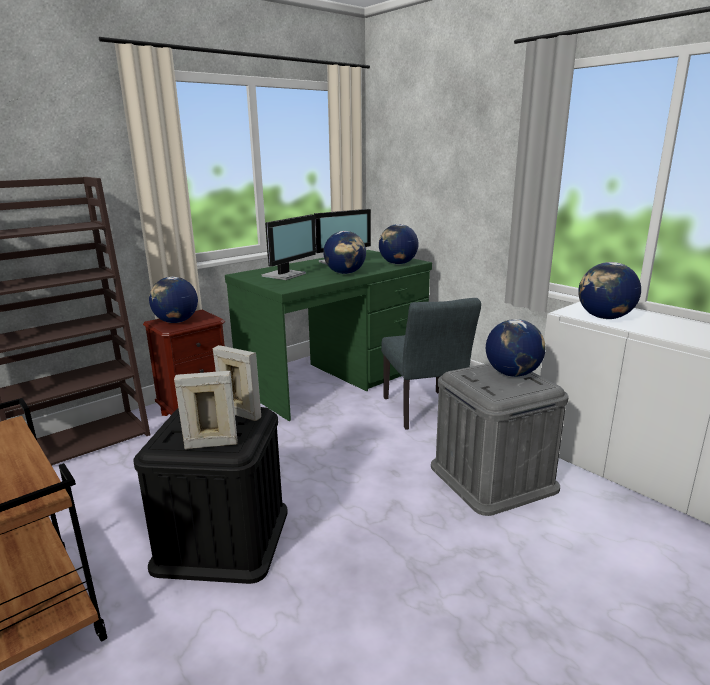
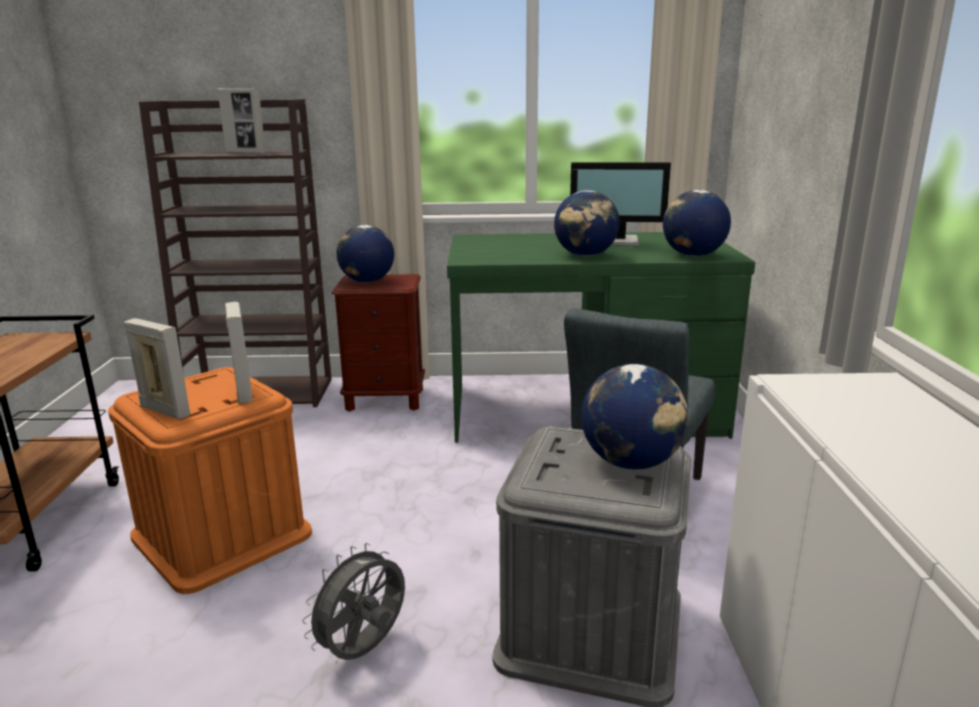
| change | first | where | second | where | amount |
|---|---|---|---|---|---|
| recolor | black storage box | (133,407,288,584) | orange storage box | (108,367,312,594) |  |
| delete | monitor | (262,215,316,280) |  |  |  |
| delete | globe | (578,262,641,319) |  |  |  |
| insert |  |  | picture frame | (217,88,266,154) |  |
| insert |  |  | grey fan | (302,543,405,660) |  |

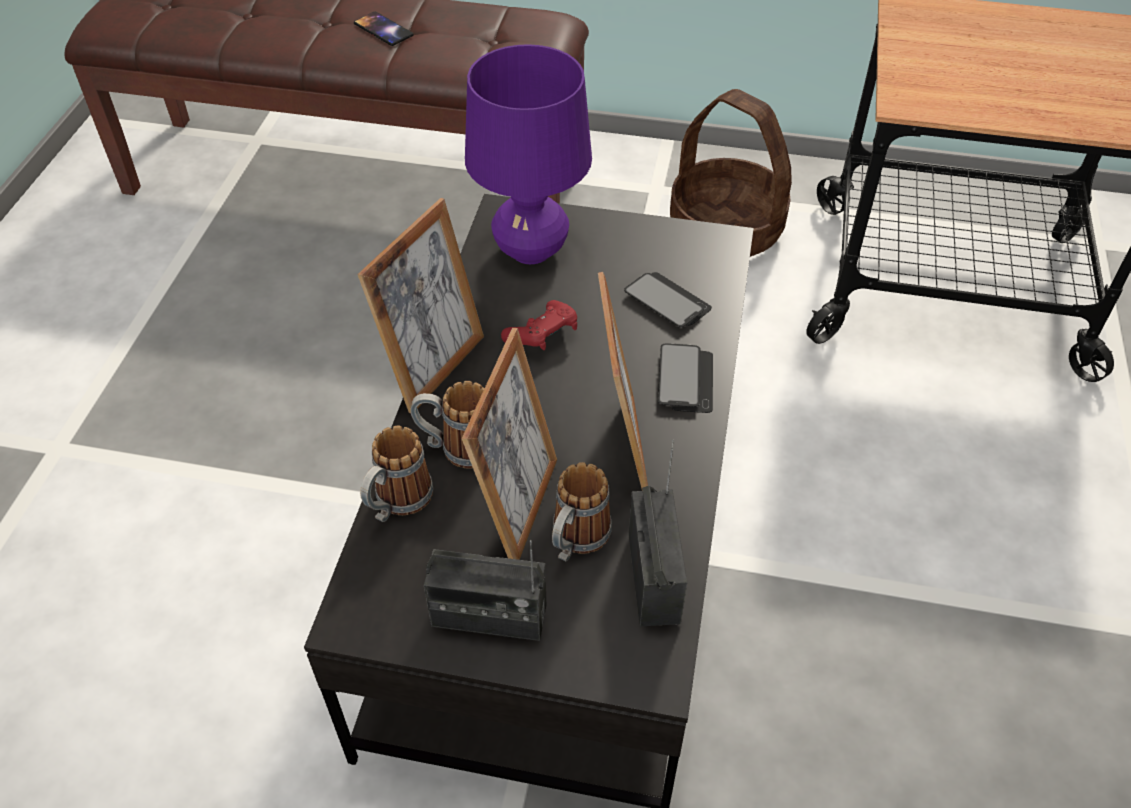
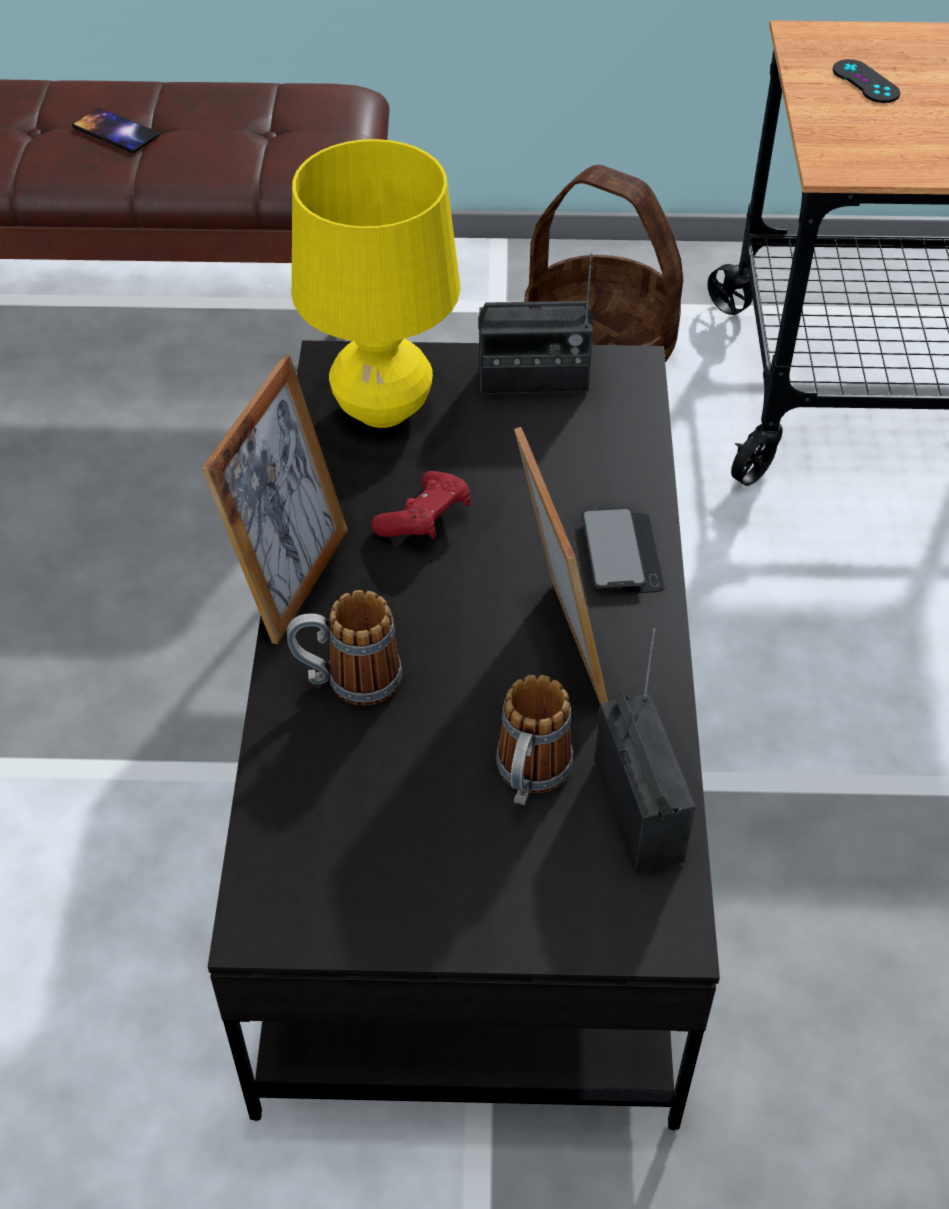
| change | first | where | second | where | amount |
|---|---|---|---|---|---|
| delete | mug | (360,426,433,522) |  |  |  |
| move | radio | (424,540,546,641) |  | (478,253,593,394) |  |
| delete | picture frame | (462,328,557,560) |  |  |  |
| recolor | purple table lamp | (465,44,592,264) | yellow table lamp | (292,139,460,428) |  |
| delete | phone | (624,272,712,327) |  |  |  |
| insert |  |  | black game controller | (833,59,900,103) |  |

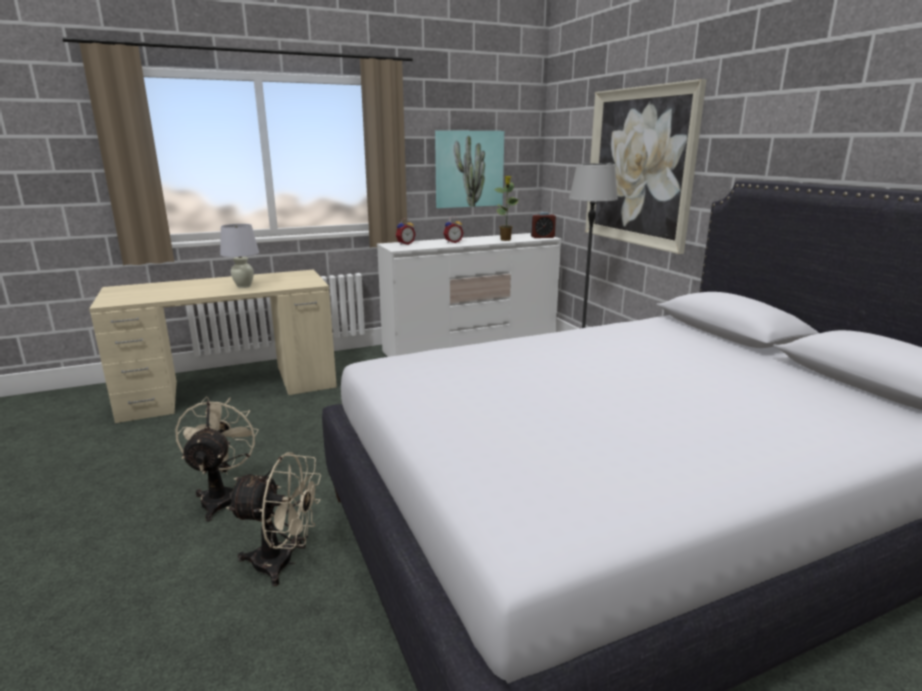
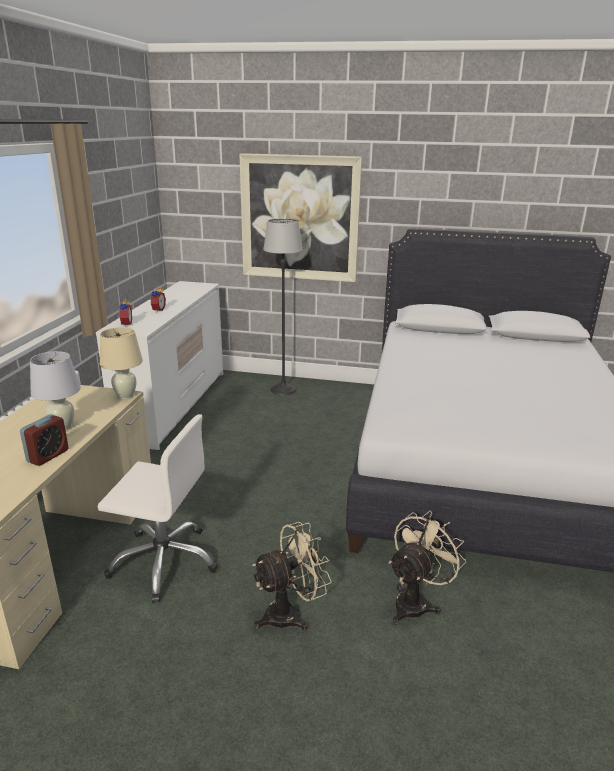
| change | first | where | second | where | amount |
|---|---|---|---|---|---|
| rotate | beige fan | (175,397,259,522) |  | (252,522,332,631) | 120 degrees clockwise |
| delete | picture | (435,130,504,208) |  |  |  |
| delete | potted plant | (494,176,519,241) |  |  |  |
| move | alarm clock | (531,212,556,238) |  | (20,414,69,466) |  |
| insert |  |  | white office chair | (97,414,218,603) |  |
| insert |  |  | beige table lamp | (100,327,143,399) |  |

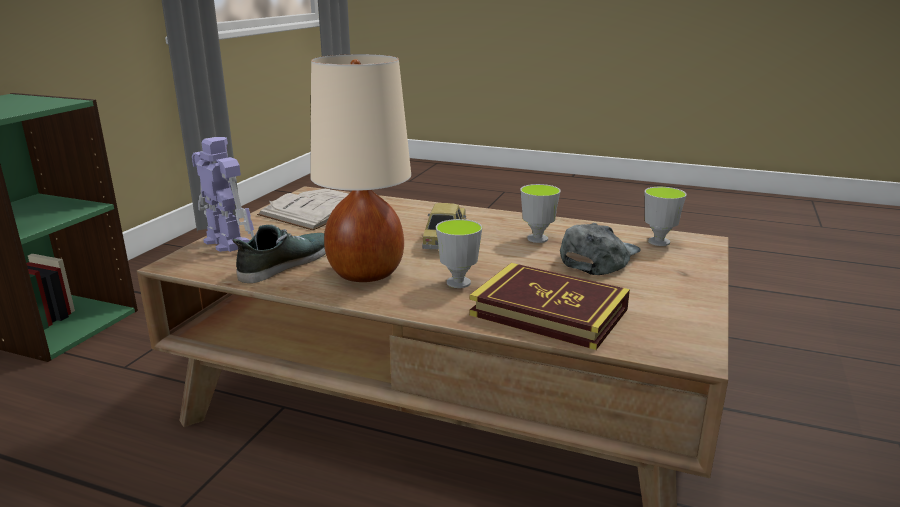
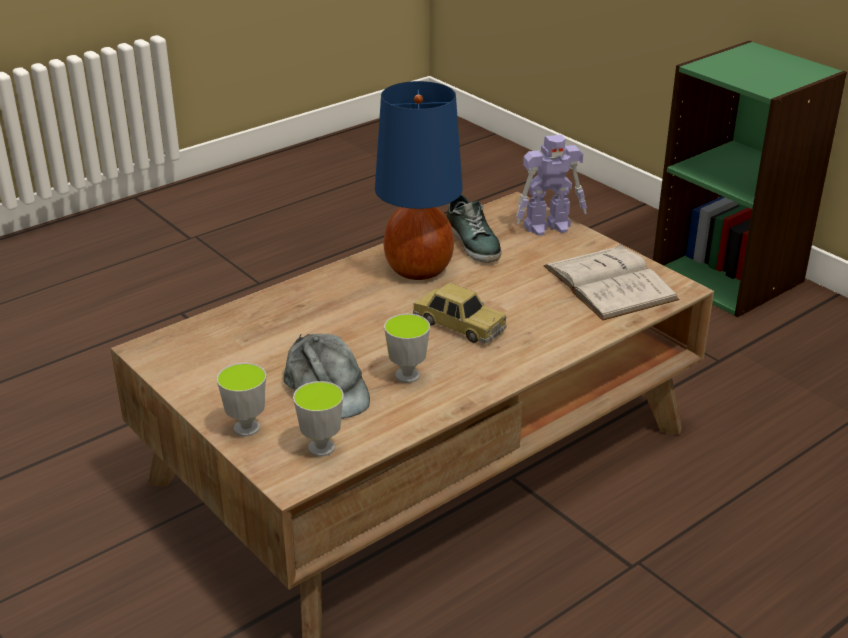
| change | first | where | second | where | amount |
|---|---|---|---|---|---|
| recolor | beige table lamp | (310,54,411,282) | blue table lamp | (375,81,463,280) |  |
| move | cup | (436,219,482,288) |  | (217,363,266,437) |  |
| delete | book | (469,263,630,350) |  |  |  |

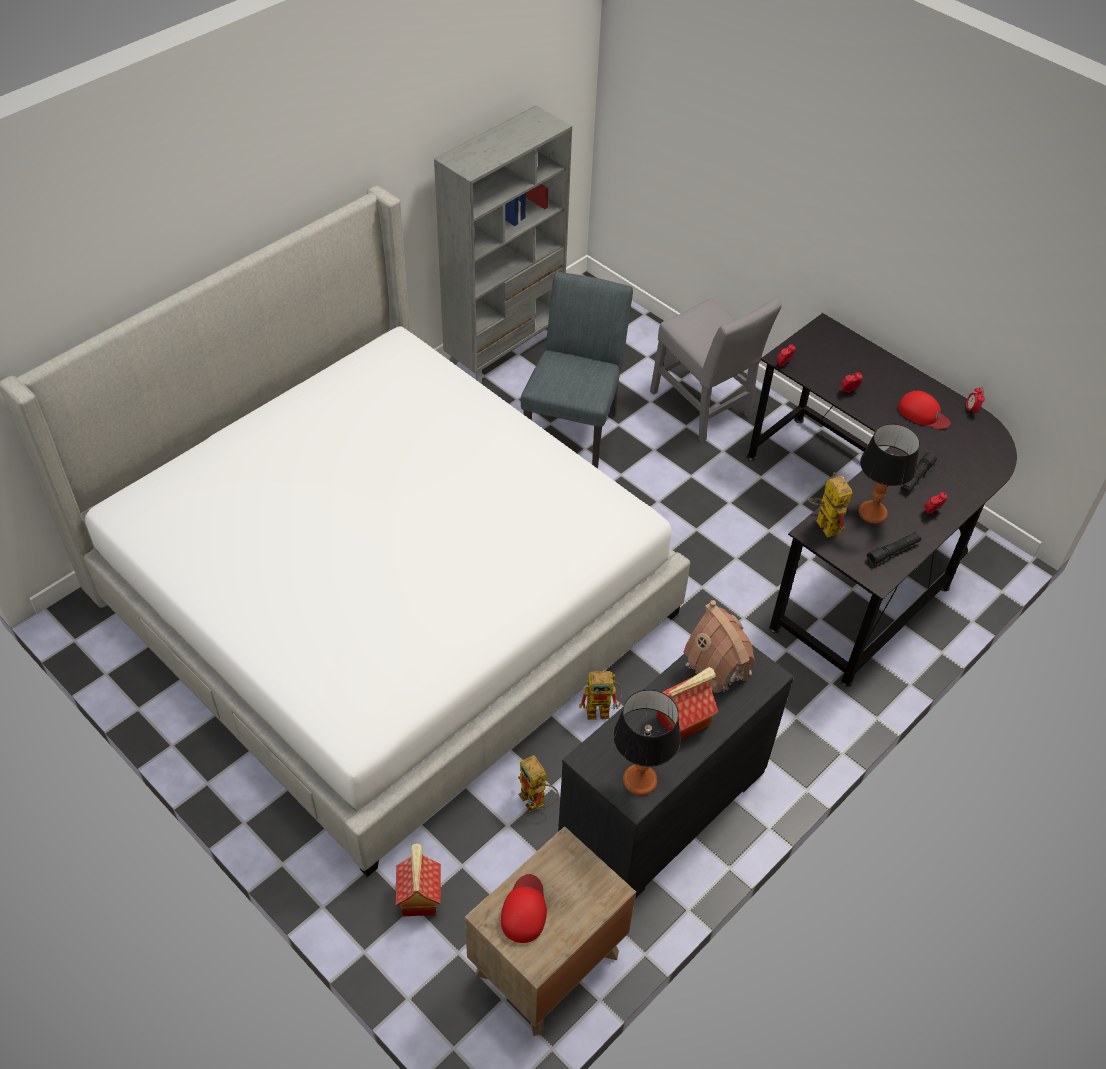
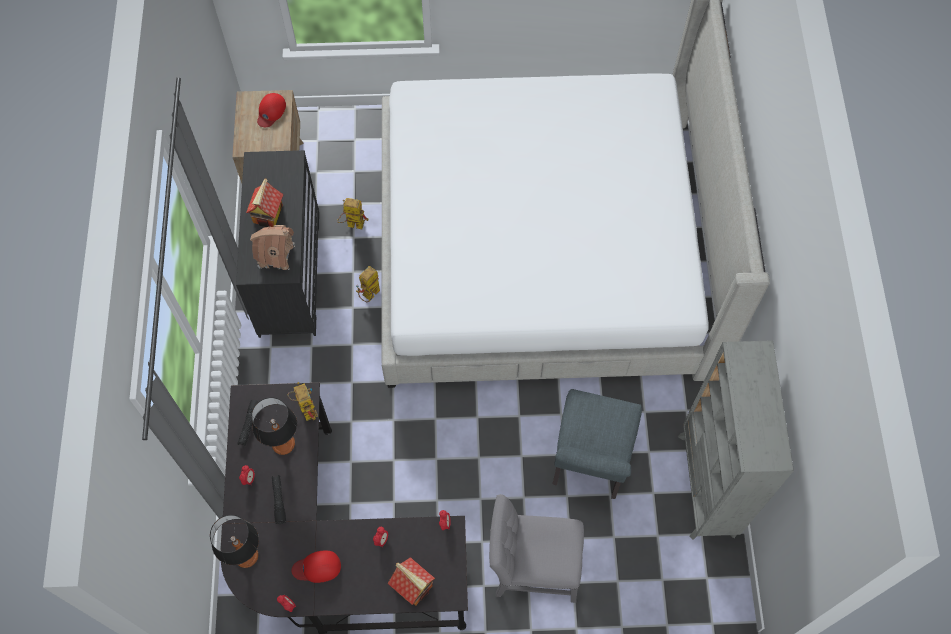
| change | first | where | second | where | amount |
|---|---|---|---|---|---|
| move | toy house | (395,843,441,916) |  | (388,557,435,606) |  |
| rotate | red cap | (501,874,547,943) |  | (257,93,286,127) | 60 degrees clockwise |
| rotate | grey chair | (521,272,633,469) |  | (553,389,642,499) | 45 degrees clockwise |
| move | table lamp | (613,689,681,796) |  | (210,515,259,568) |  |
| rotate | toy robot | (808,472,852,538) |  | (288,382,318,421) | 135 degrees counterclockwise |

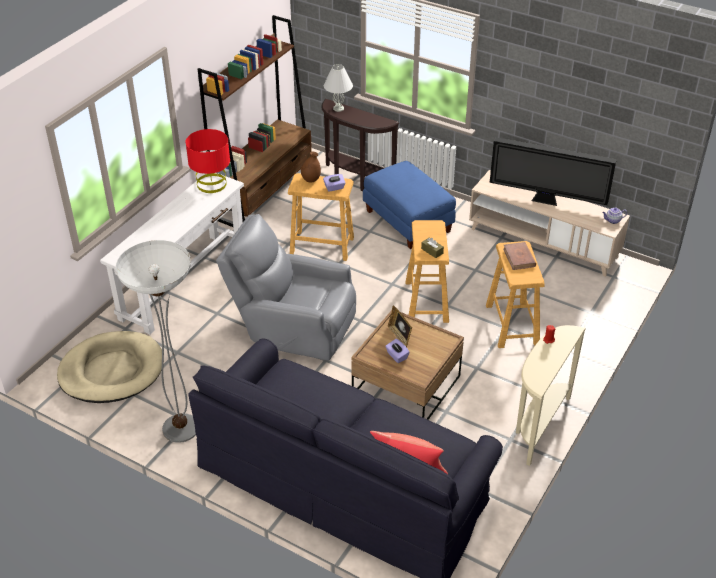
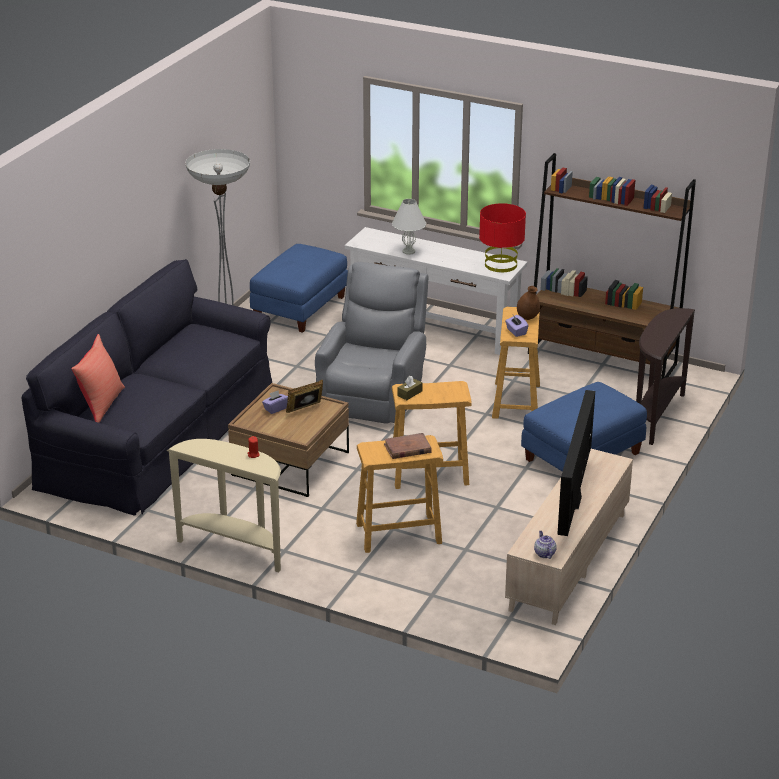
| change | first | where | second | where | amount |
|---|---|---|---|---|---|
| replace | beige dog bed | (57,331,162,403) | blue ottoman | (250,244,348,333) |  |
| move | white table lamp | (324,64,353,112) |  | (392,199,426,255) |  |

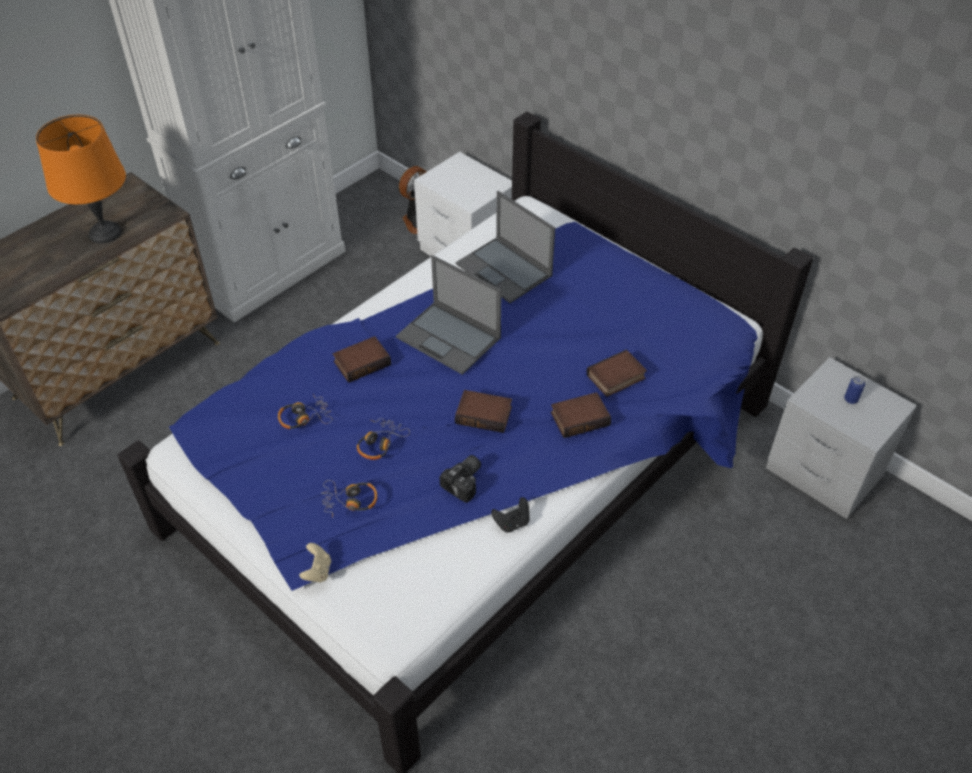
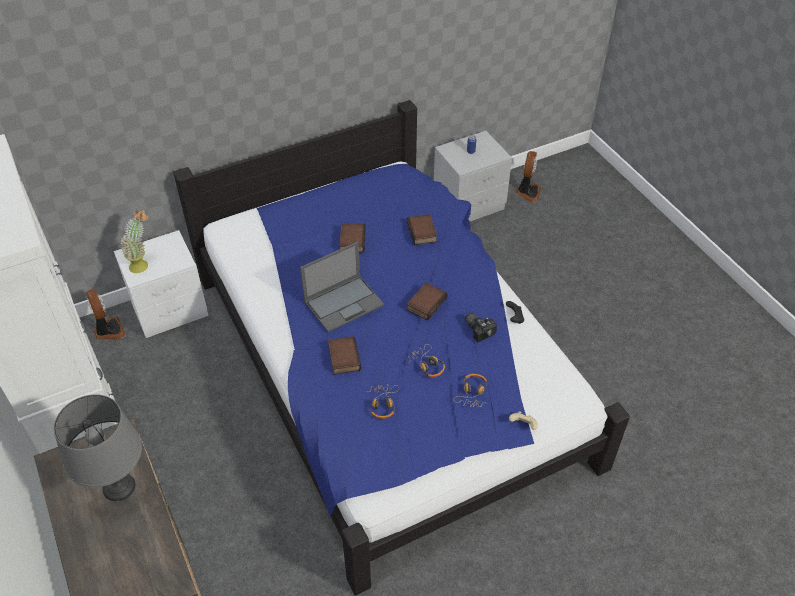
| change | first | where | second | where | amount |
|---|---|---|---|---|---|
| recolor | orange table lamp | (36,115,126,243) | grey table lamp | (54,394,142,502) |  |
| delete | laptop | (456,191,555,303) |  |  |  |
| move | book | (551,392,611,438) |  | (339,223,366,252) |  |
| insert |  |  | potted plant | (120,209,149,273) |  |
| insert |  |  | fan | (516,151,541,203) |  |

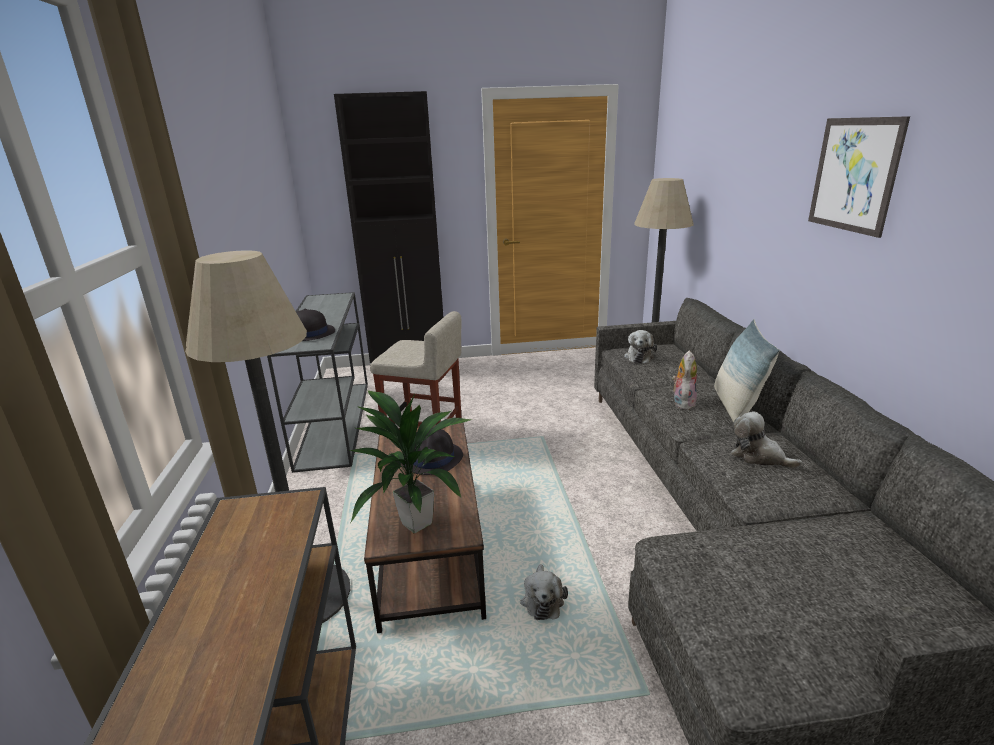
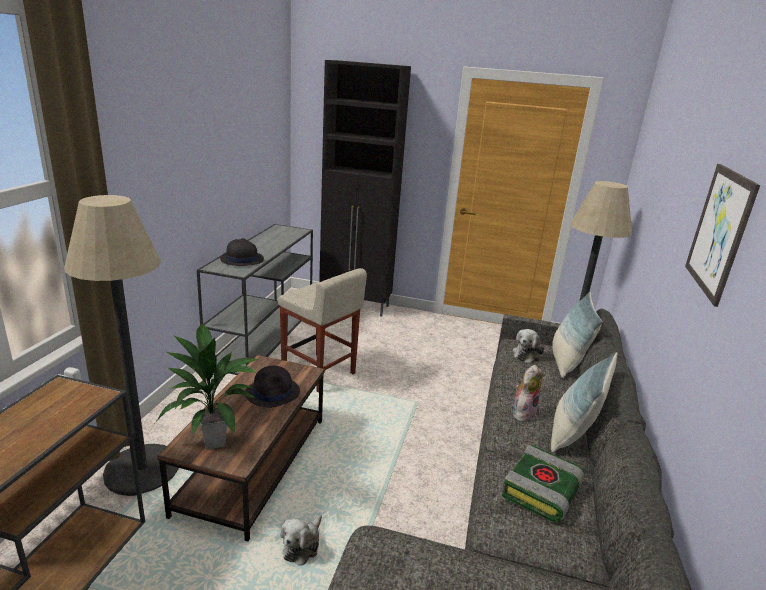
| change | first | where | second | where | amount |
|---|---|---|---|---|---|
| replace | plush toy | (731,411,803,468) | book | (502,445,585,522) |  |
| insert |  |  | pillow | (552,292,603,378) |  |

